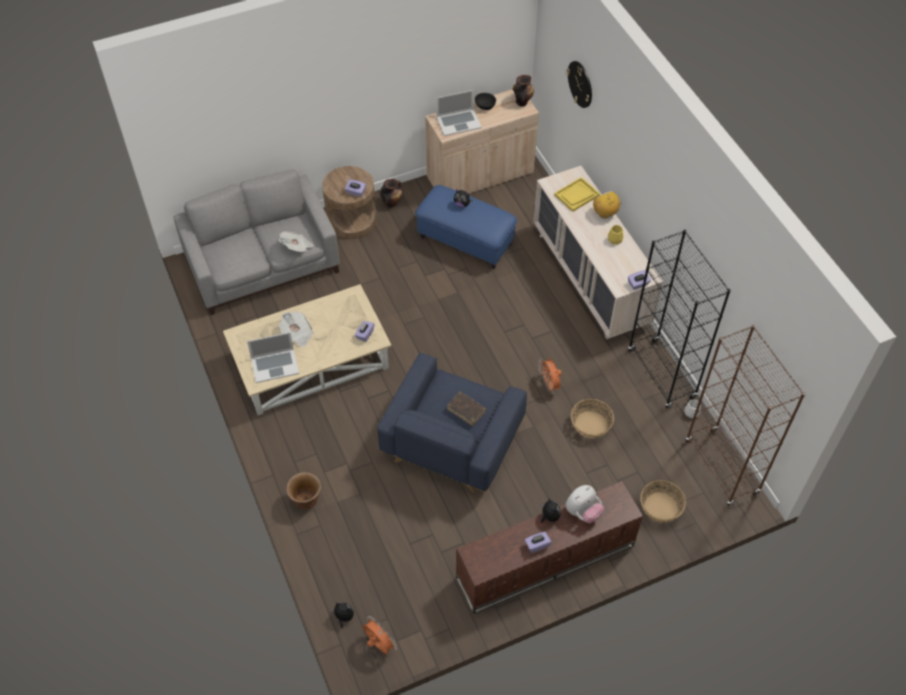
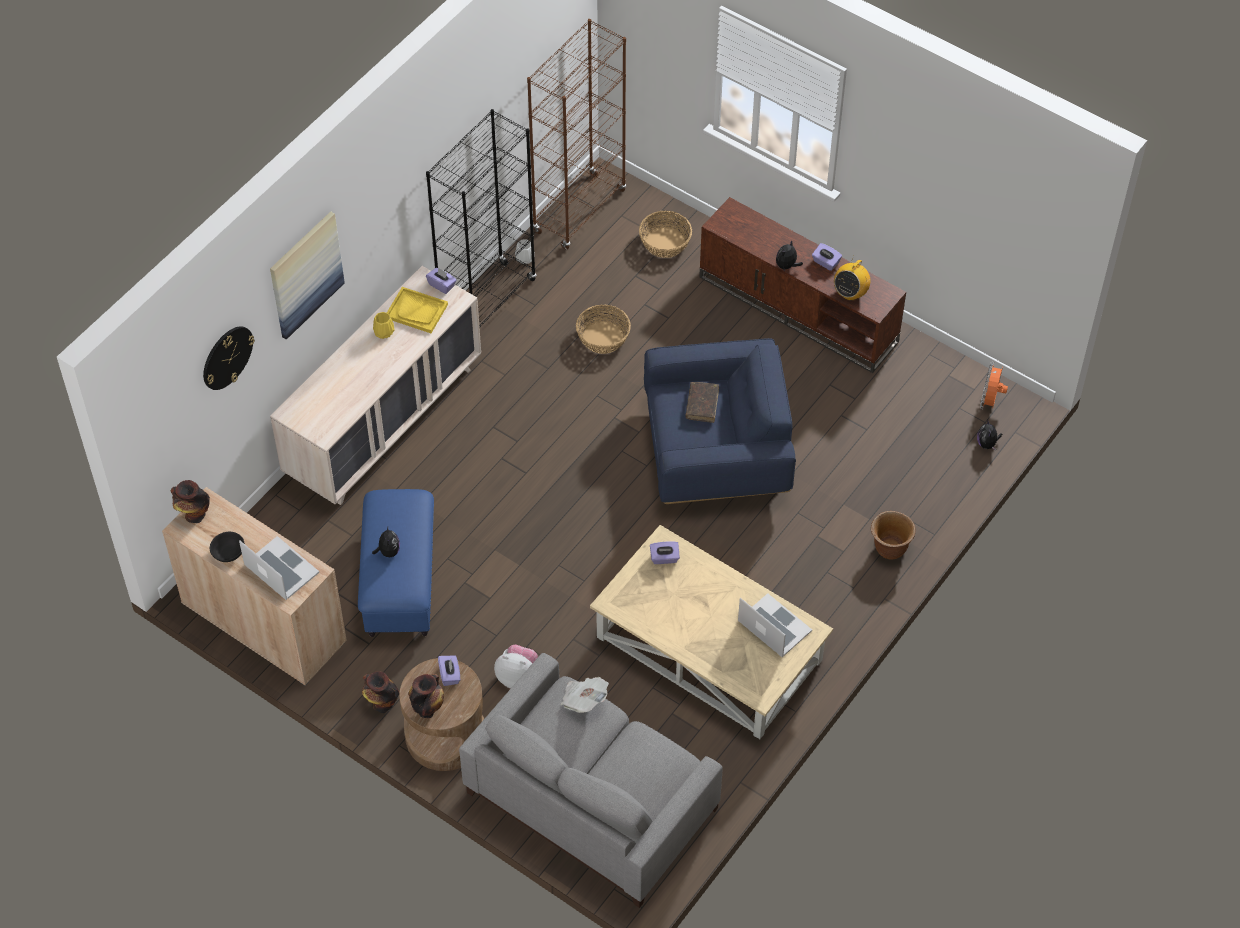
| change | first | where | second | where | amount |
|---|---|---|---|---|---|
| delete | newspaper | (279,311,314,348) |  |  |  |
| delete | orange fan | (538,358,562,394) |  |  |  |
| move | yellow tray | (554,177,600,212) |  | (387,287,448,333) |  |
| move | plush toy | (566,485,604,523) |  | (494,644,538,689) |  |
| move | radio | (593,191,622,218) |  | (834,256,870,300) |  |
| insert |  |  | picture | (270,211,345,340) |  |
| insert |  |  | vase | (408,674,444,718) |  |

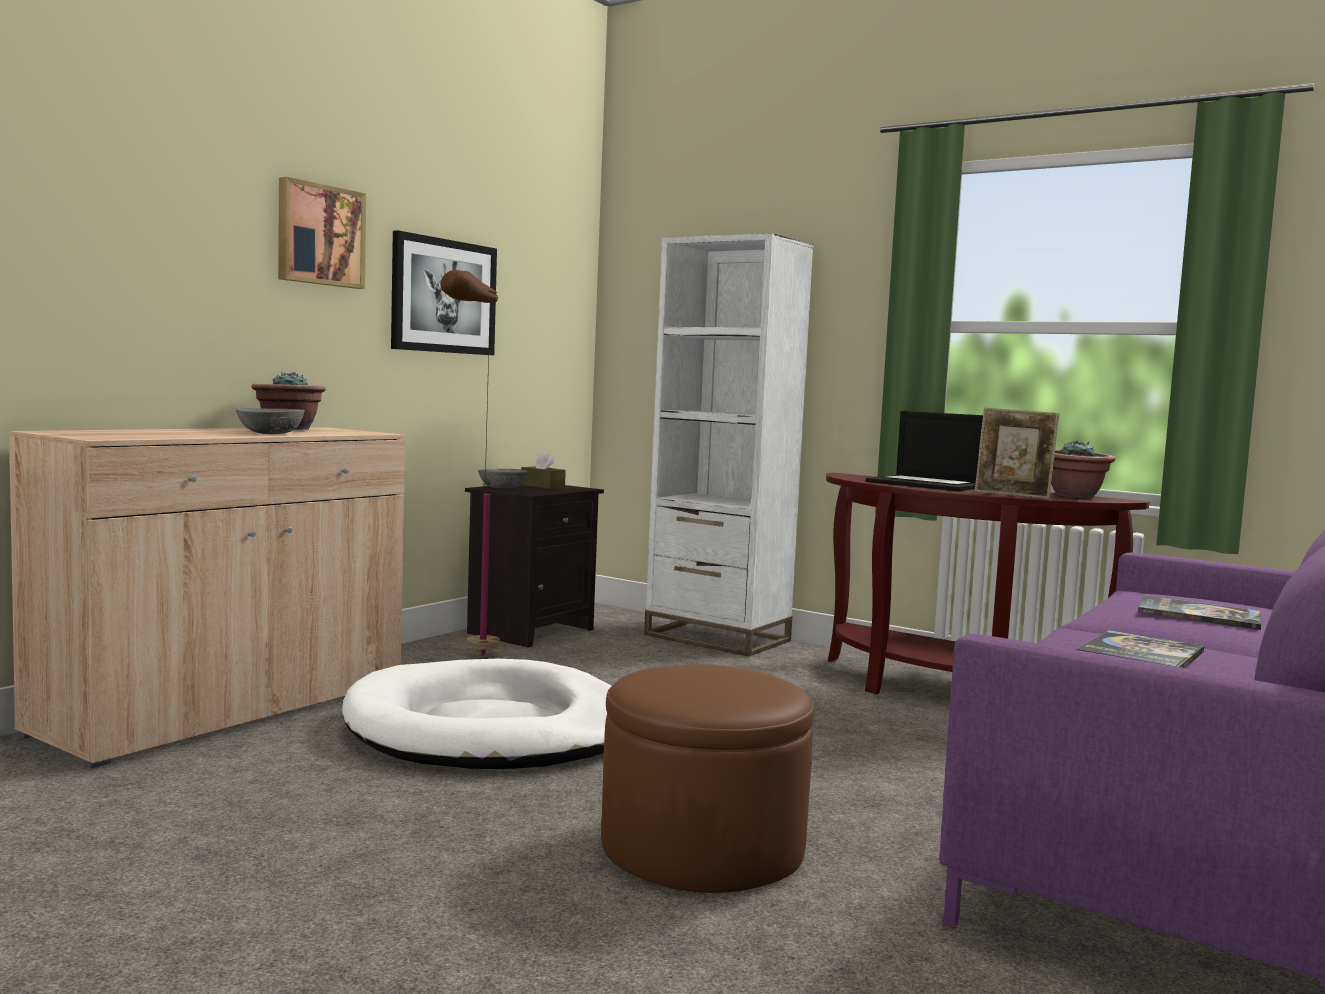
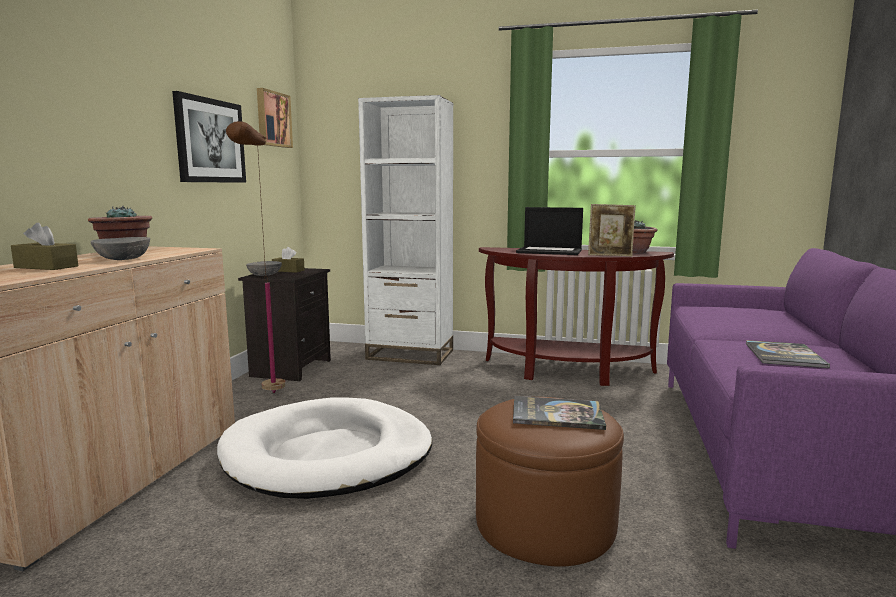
| change | first | where | second | where | amount |
|---|---|---|---|---|---|
| move | picture | (278,177,366,289) |  | (257,88,293,148) |  |
| move | book | (1138,595,1261,630) |  | (513,396,606,430) |  |
| insert |  |  | brown tissue box | (11,222,78,270) |  |

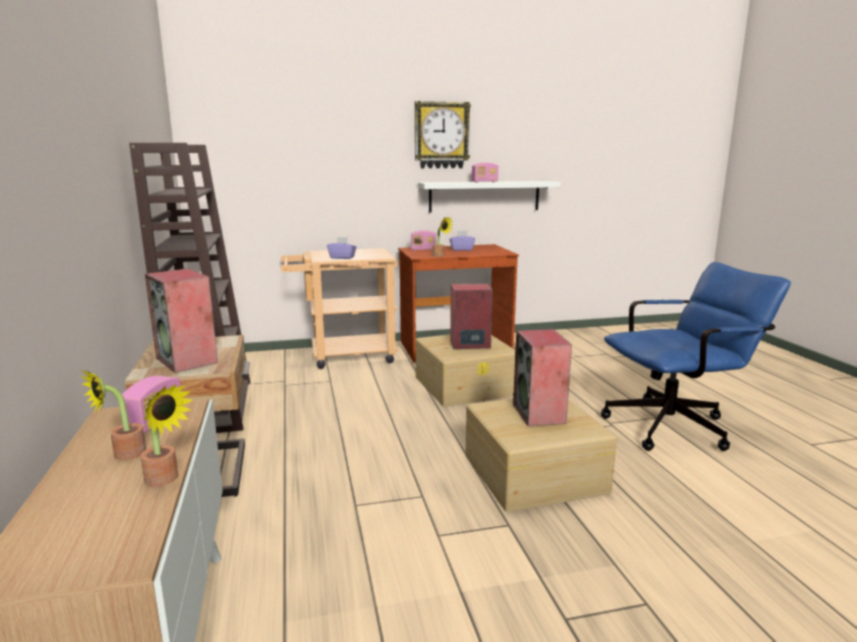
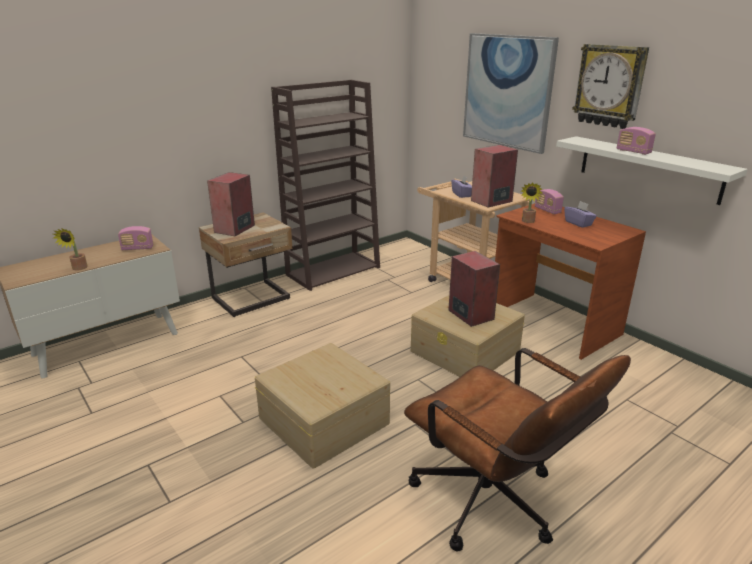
| change | first | where | second | where | amount |
|---|---|---|---|---|---|
| delete | potted plant | (80,369,146,460) |  |  |  |
| move | speaker | (513,329,572,426) |  | (471,145,518,208) |  |
| recolor | blue office chair | (601,262,791,451) | brown office chair | (404,348,631,551) |  |
| insert |  |  | picture | (463,33,559,154) |  |

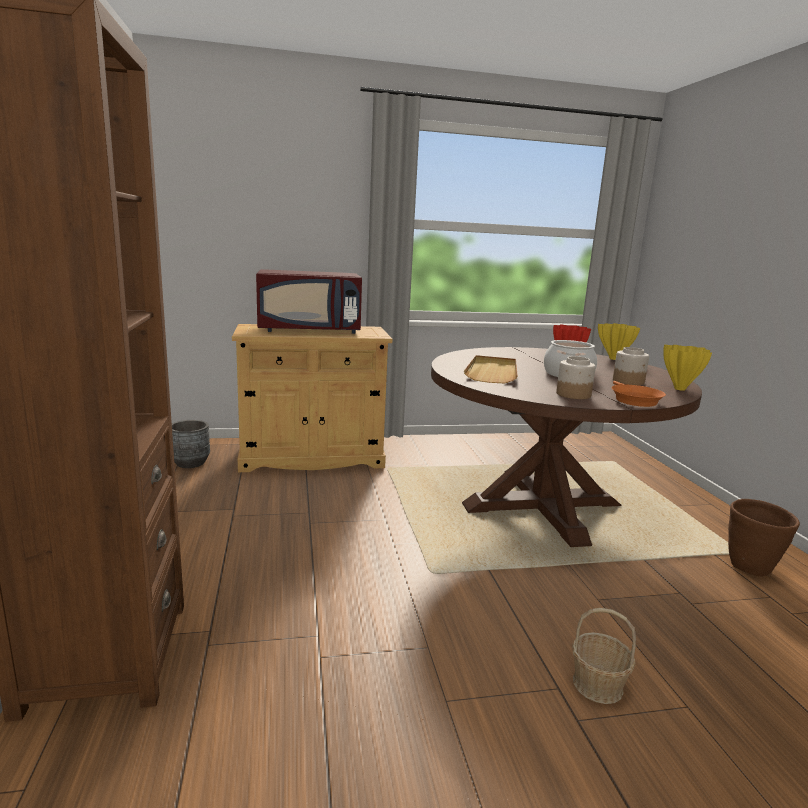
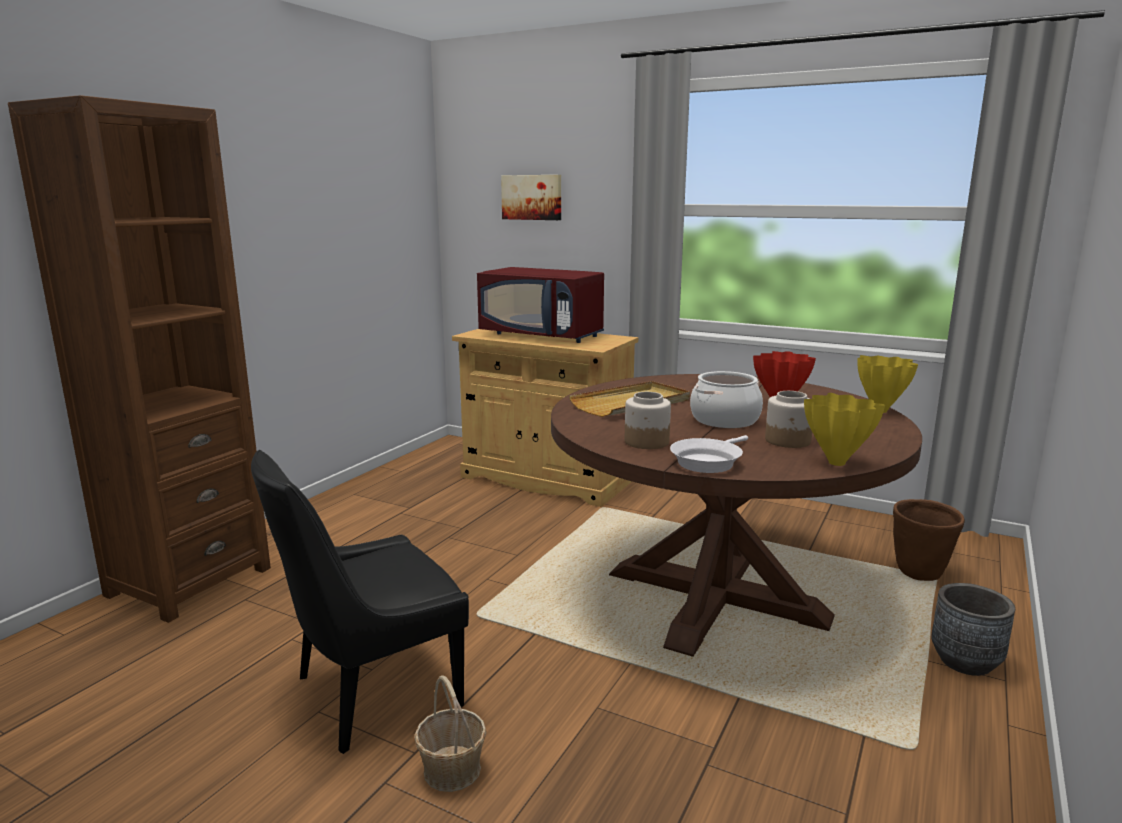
| change | first | where | second | where | amount |
|---|---|---|---|---|---|
| move | grey planter | (172,420,210,468) |  | (931,583,1015,676) |  |
| recolor | orange frying pan | (612,381,666,407) | white frying pan | (670,435,748,473) |  |
| move | brown planter | (728,499,800,576) |  | (893,499,965,581) |  |
| insert |  |  | black chair | (251,450,469,754) |  |
| insert |  |  | picture | (501,175,561,220) |  |

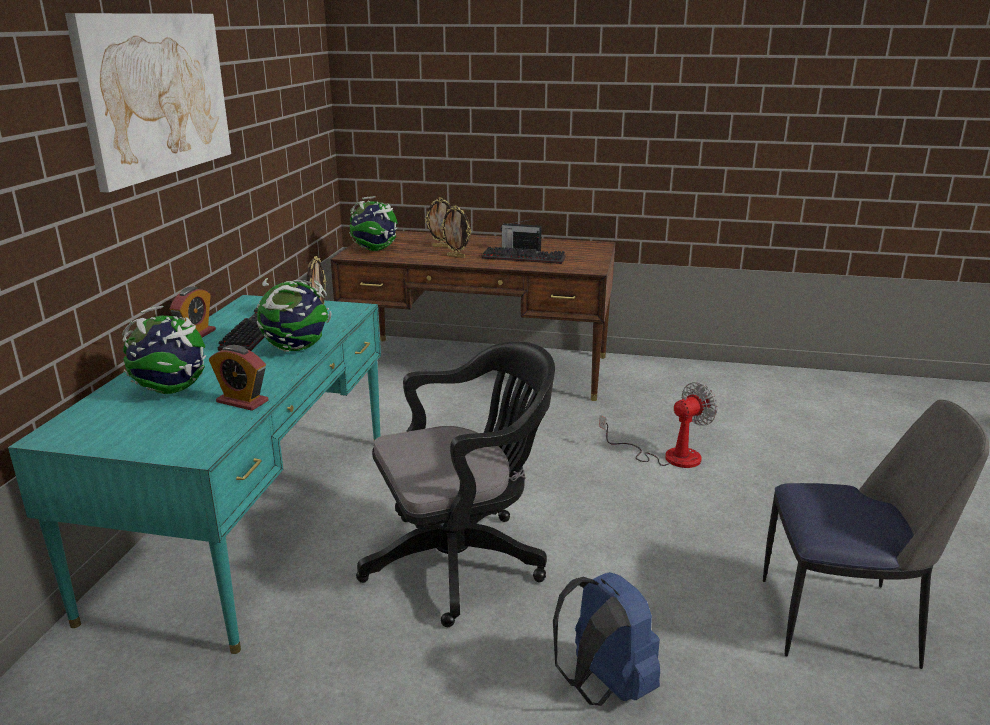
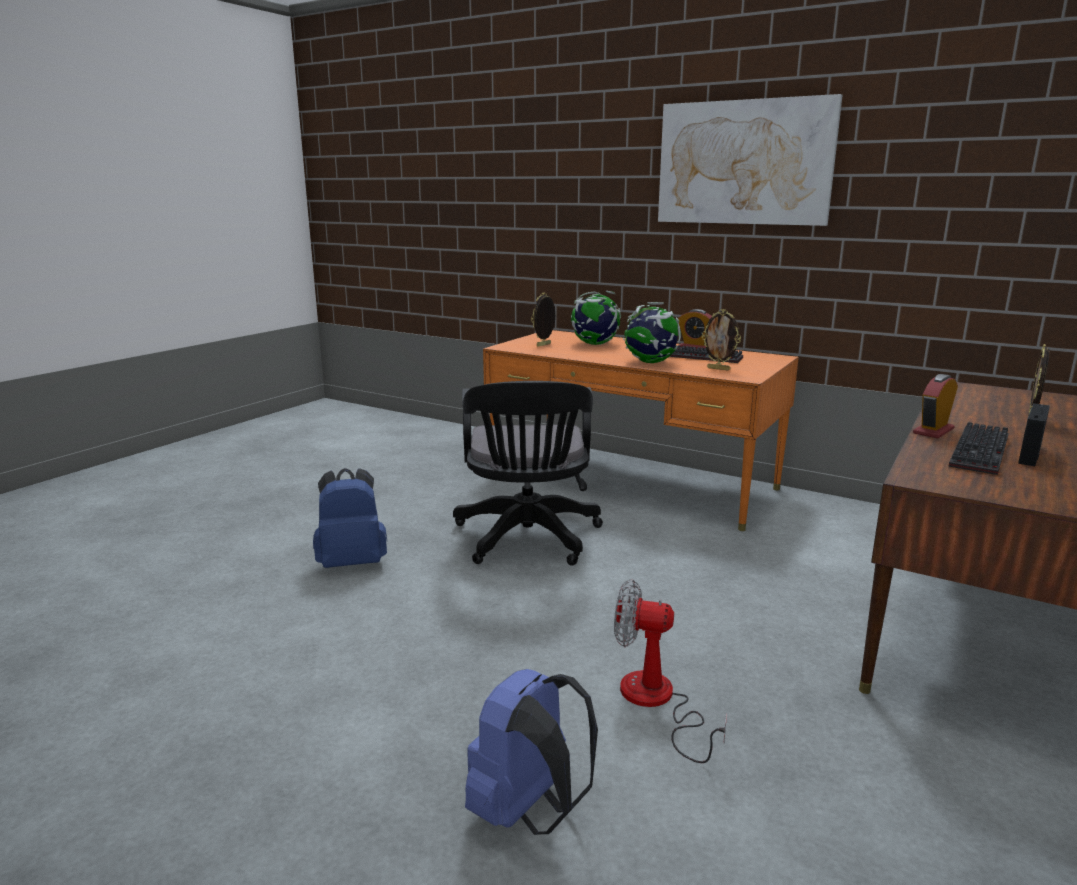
| change | first | where | second | where | amount |
|---|---|---|---|---|---|
| recolor | turquoise desk | (8,295,381,654) | orange desk | (483,330,799,531) |  |
| move | alarm clock | (209,345,269,411) |  | (913,374,958,438) |  |
| delete | globe | (349,196,398,251) |  |  |  |
| move | picture frame | (440,205,471,258) |  | (531,292,555,346) |  |
| rotate | fan | (599,382,718,468) |  | (614,580,727,763) | 120 degrees clockwise |
| delete | chair | (763,400,989,669) |  |  |  |
| insert |  |  | blue backpack | (465,669,598,835) |  |

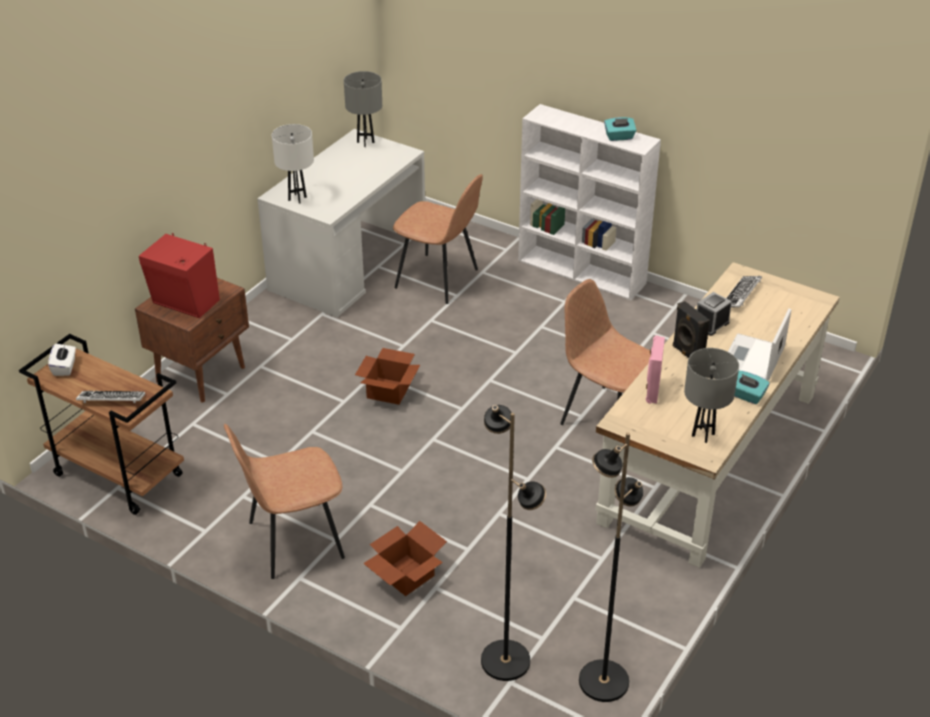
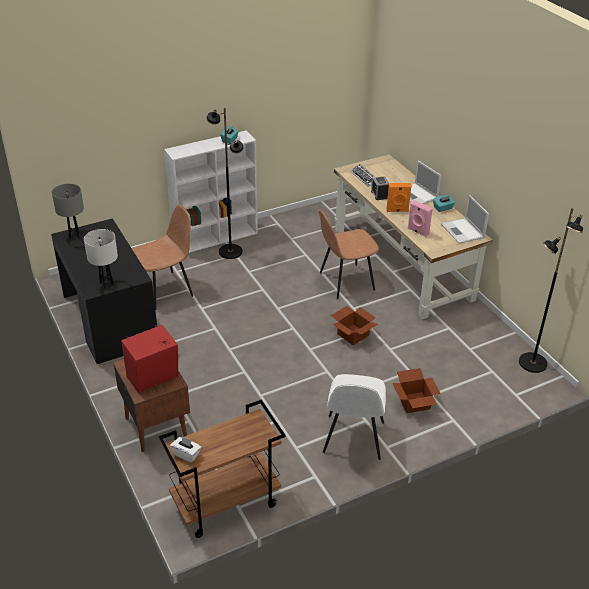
| change | first | where | second | where | amount |
|---|---|---|---|---|---|
| delete | keyboard | (76,391,146,403) |  |  |  |
| recolor | brown chair | (224,423,345,579) | white chair | (323,374,386,460) |  |
| recolor | white desk | (257,129,425,318) | black desk | (51,218,157,364) |  |
| move | cardboard box | (355,348,420,405) |  | (330,306,378,345) |  |
| move | black floor lamp | (481,405,546,681) |  | (206,107,244,259) |  |
| recolor | black speaker | (673,301,710,358) | orange speaker | (386,183,412,212) |  |
| replace | grey table lamp | (684,348,739,443) | laptop | (441,195,489,244) |  |

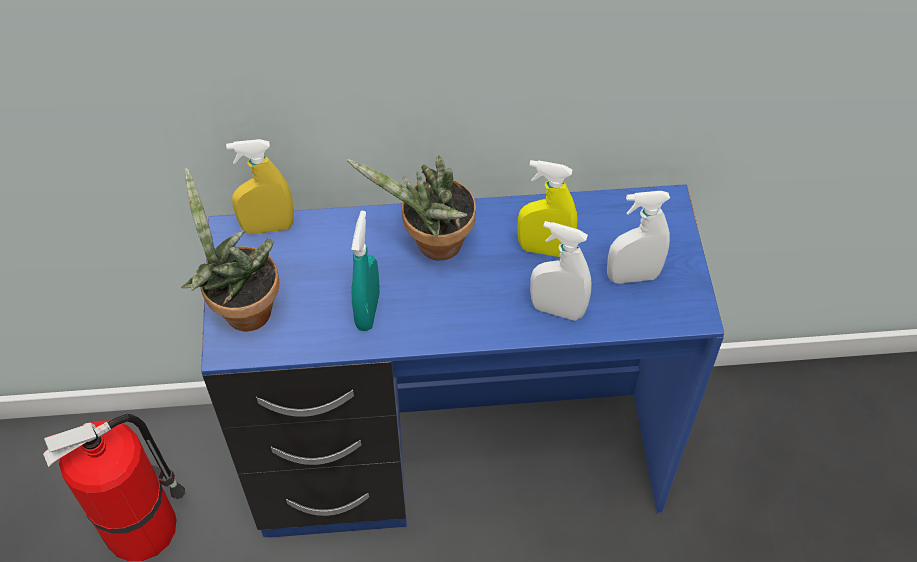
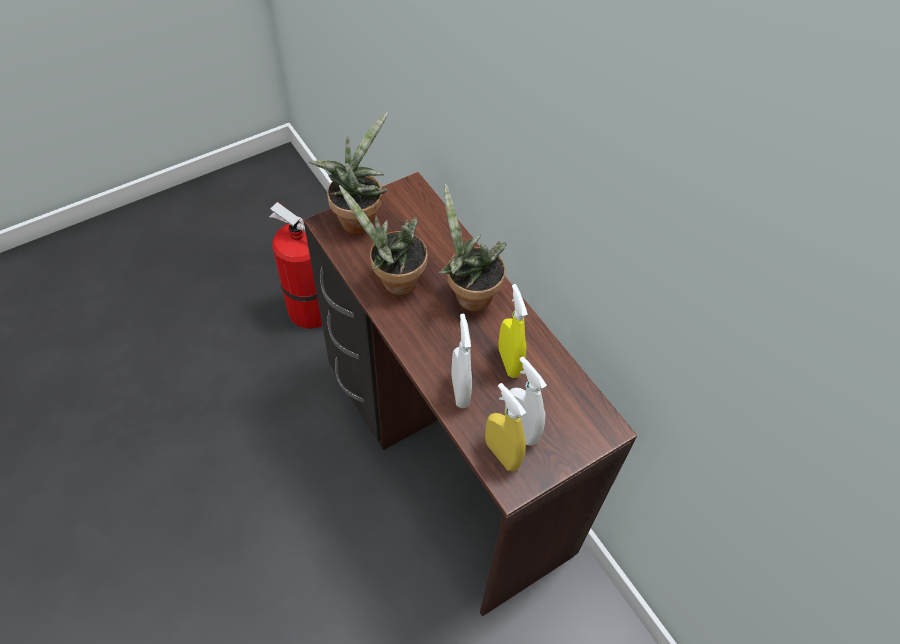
| change | first | where | second | where | amount |
|---|---|---|---|---|---|
| recolor | blue desk | (201,184,724,538) | brown desk | (304,172,637,616) |  |
| move | yellow spray bottle | (226,139,294,234) |  | (485,383,526,471) |  |
| replace | turquoise spray bottle | (351,211,380,331) | potted plant | (339,185,428,295) |  |

